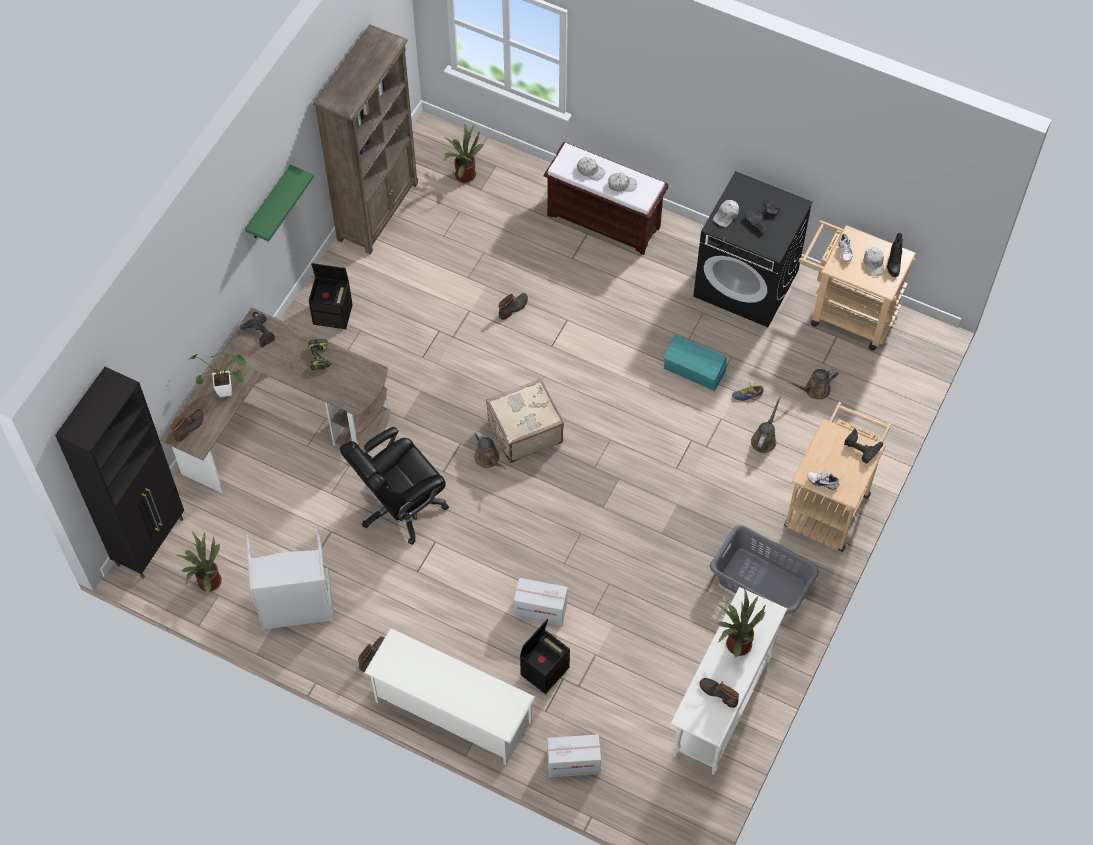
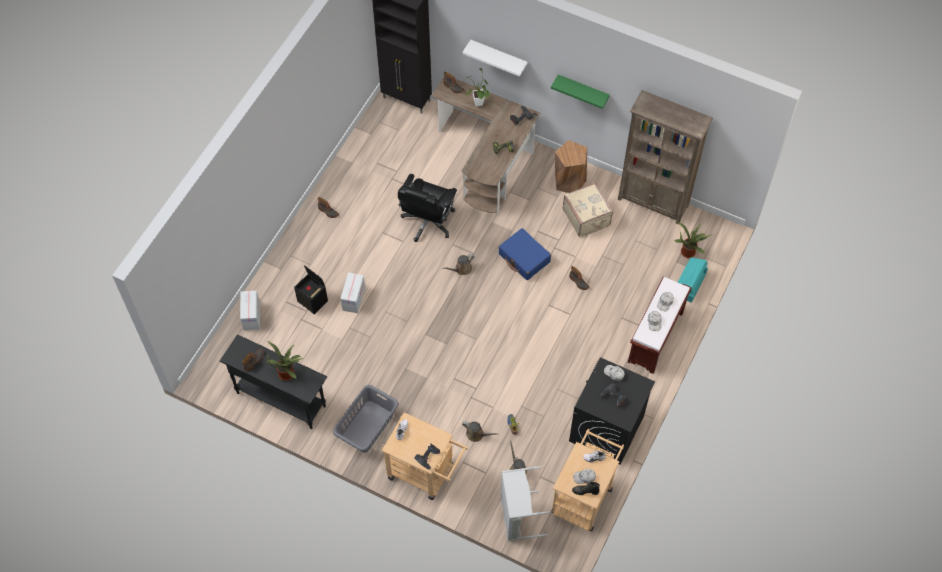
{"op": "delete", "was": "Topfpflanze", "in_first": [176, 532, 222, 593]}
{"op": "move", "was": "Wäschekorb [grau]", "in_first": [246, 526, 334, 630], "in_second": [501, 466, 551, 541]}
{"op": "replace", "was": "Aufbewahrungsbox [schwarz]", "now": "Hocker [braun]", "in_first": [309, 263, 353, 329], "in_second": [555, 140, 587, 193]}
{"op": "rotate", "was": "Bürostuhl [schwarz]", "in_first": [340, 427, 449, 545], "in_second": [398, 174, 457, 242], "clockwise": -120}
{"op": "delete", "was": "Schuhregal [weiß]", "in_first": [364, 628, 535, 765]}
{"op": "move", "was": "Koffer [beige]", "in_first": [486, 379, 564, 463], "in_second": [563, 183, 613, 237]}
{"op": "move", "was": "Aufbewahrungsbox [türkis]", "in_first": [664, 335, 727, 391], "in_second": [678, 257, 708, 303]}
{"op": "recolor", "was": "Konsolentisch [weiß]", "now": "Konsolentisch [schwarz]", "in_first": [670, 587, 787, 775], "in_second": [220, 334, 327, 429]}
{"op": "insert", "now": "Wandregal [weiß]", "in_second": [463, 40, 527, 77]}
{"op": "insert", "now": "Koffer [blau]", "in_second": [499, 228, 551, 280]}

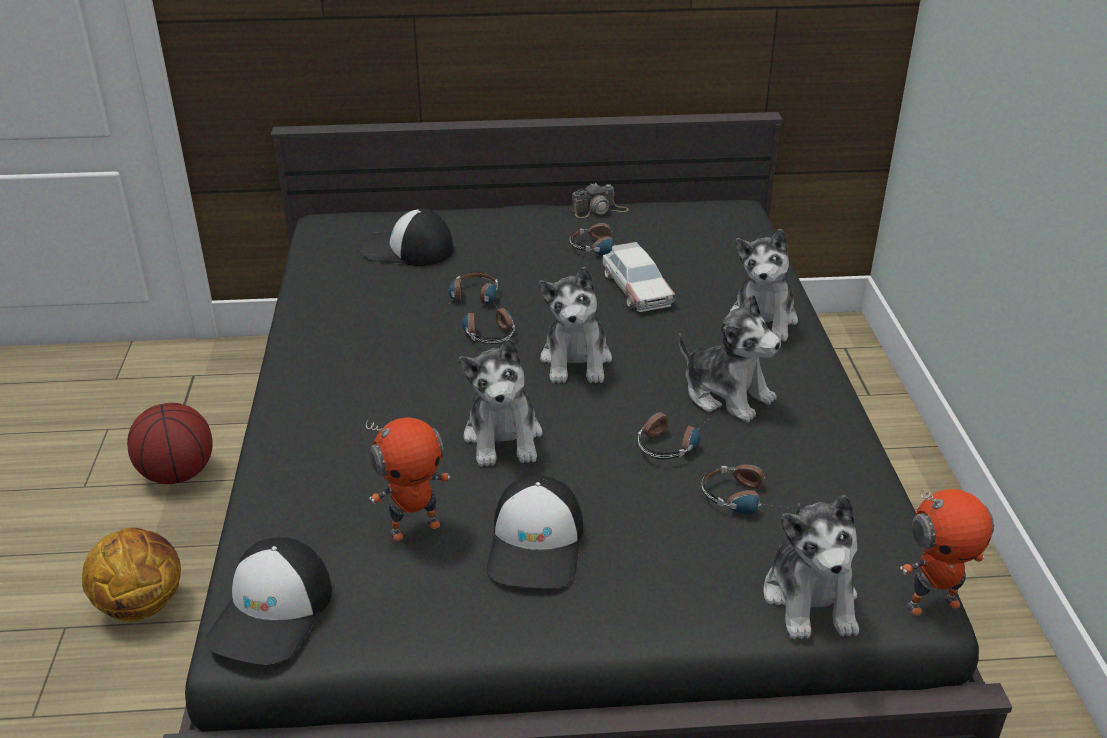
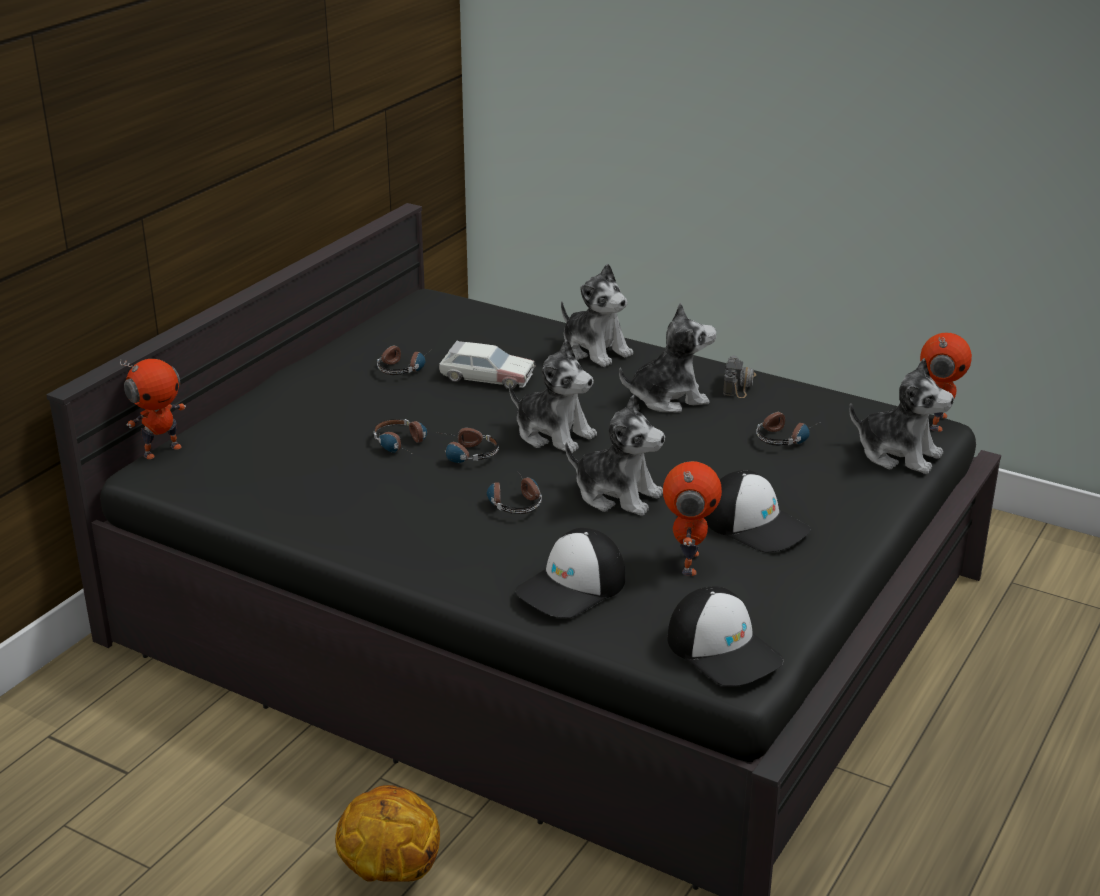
{"op": "delete", "was": "Basketball", "in_first": [127, 403, 213, 484]}
{"op": "move", "was": "Kappe", "in_first": [361, 209, 453, 266], "in_second": [515, 528, 625, 618]}
{"op": "move", "was": "Kamera", "in_first": [572, 183, 629, 218], "in_second": [723, 356, 756, 398]}
{"op": "move", "was": "Kopfhörer", "in_first": [638, 413, 701, 459], "in_second": [487, 472, 542, 514]}
{"op": "insert", "now": "Spielzeugroboter", "in_second": [120, 359, 186, 459]}

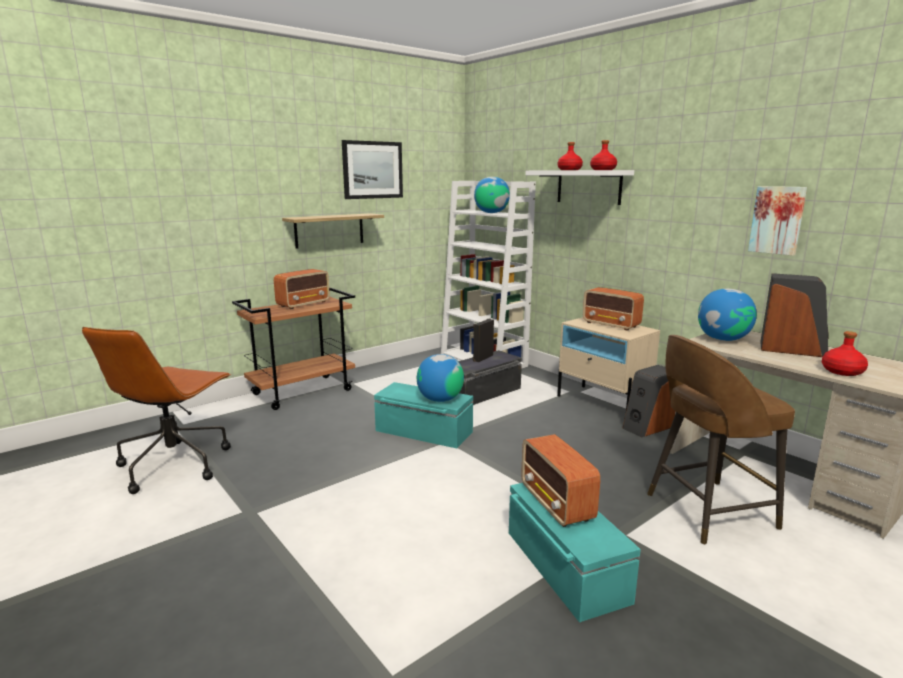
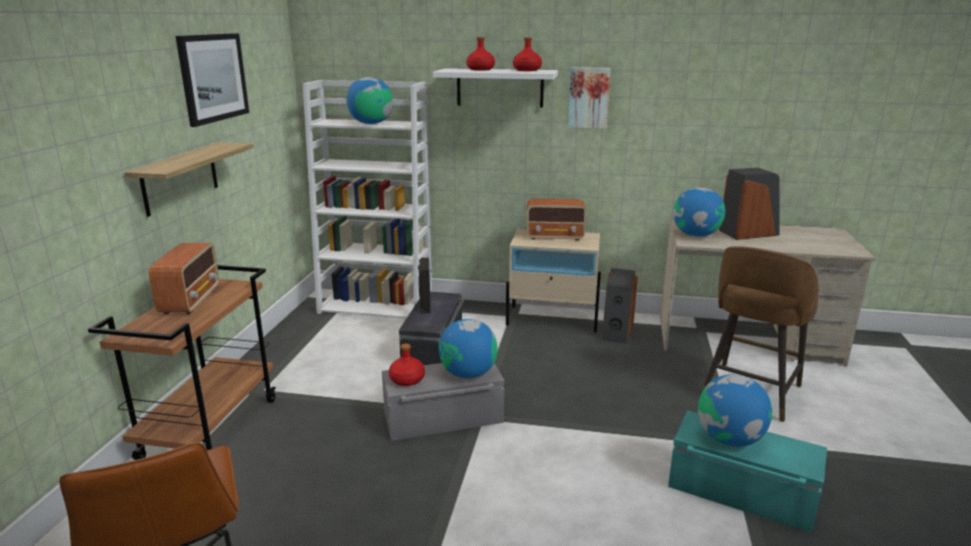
{"op": "recolor", "was": "Aufbewahrungsbox [türkis]", "now": "Aufbewahrungsbox [grau]", "in_first": [374, 382, 473, 448], "in_second": [382, 363, 504, 441]}
{"op": "replace", "was": "Radio", "now": "Globus", "in_first": [521, 434, 600, 527], "in_second": [698, 375, 772, 447]}
{"op": "move", "was": "Bild", "in_first": [748, 186, 807, 256], "in_second": [568, 67, 611, 129]}
{"op": "move", "was": "Flasche [rot]", "in_first": [822, 331, 868, 376], "in_second": [389, 344, 425, 386]}

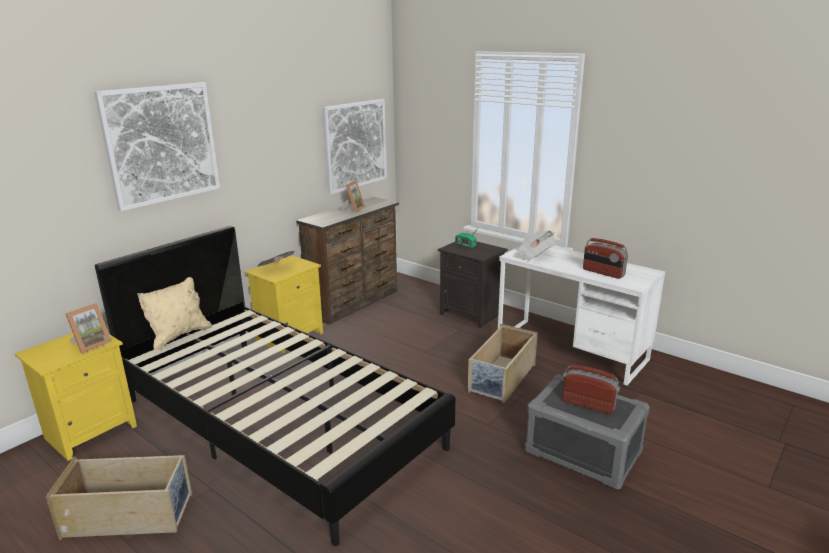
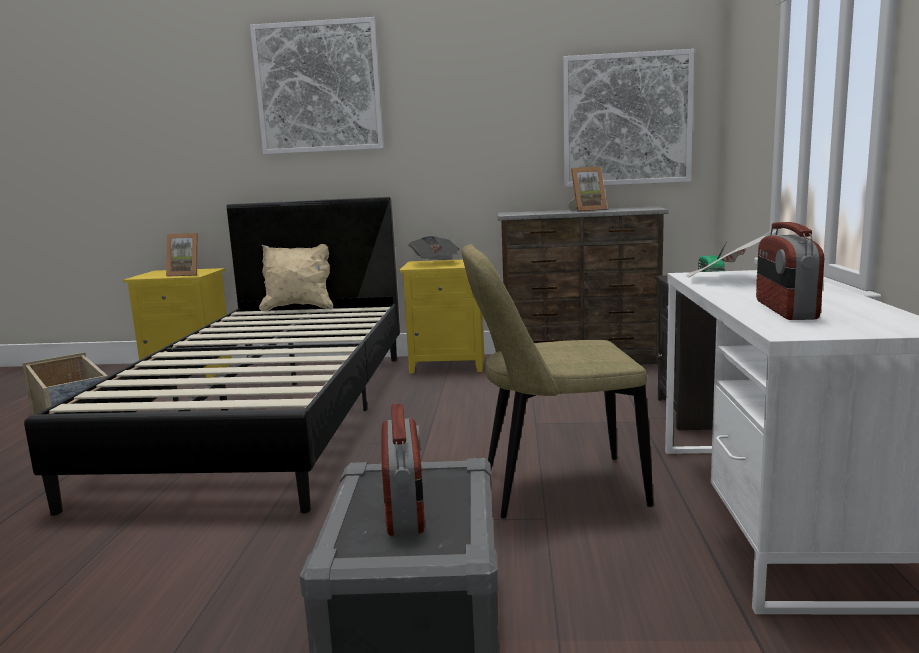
{"op": "replace", "was": "Aufbewahrungsbox [beige]", "now": "Stuhl [beige]", "in_first": [468, 324, 538, 403], "in_second": [462, 244, 653, 518]}

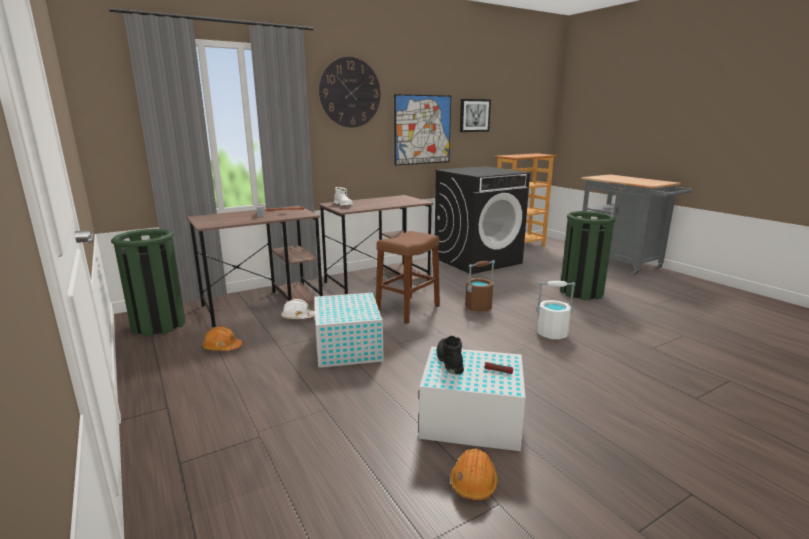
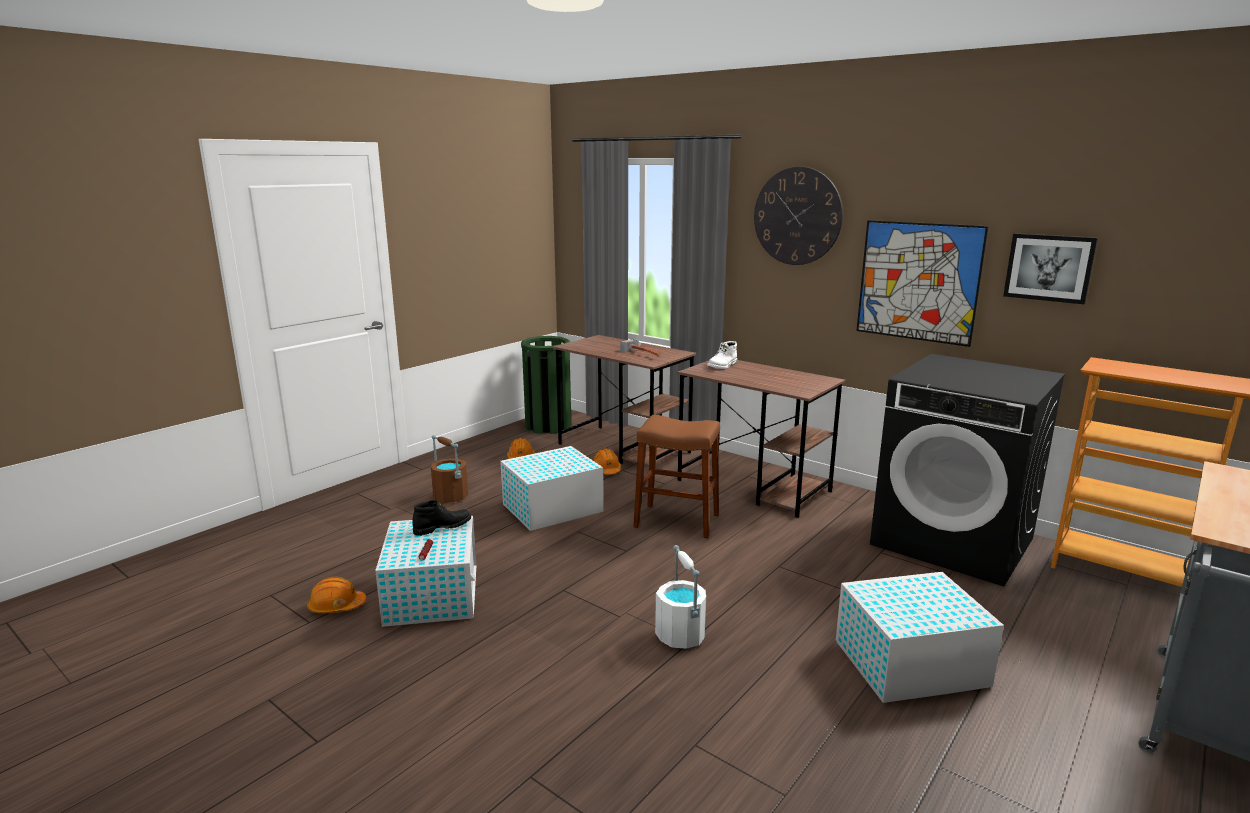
{"op": "recolor", "was": "Schutzhelm [weiß]", "now": "Schutzhelm [orange]", "in_first": [281, 299, 315, 319], "in_second": [593, 448, 621, 474]}
{"op": "move", "was": "Eimer [braun]", "in_first": [465, 260, 495, 312], "in_second": [431, 435, 468, 503]}
{"op": "replace", "was": "Mülleimer [grün]", "now": "Aufbewahrungsbox [weiß]", "in_first": [560, 211, 615, 300], "in_second": [836, 572, 1004, 703]}

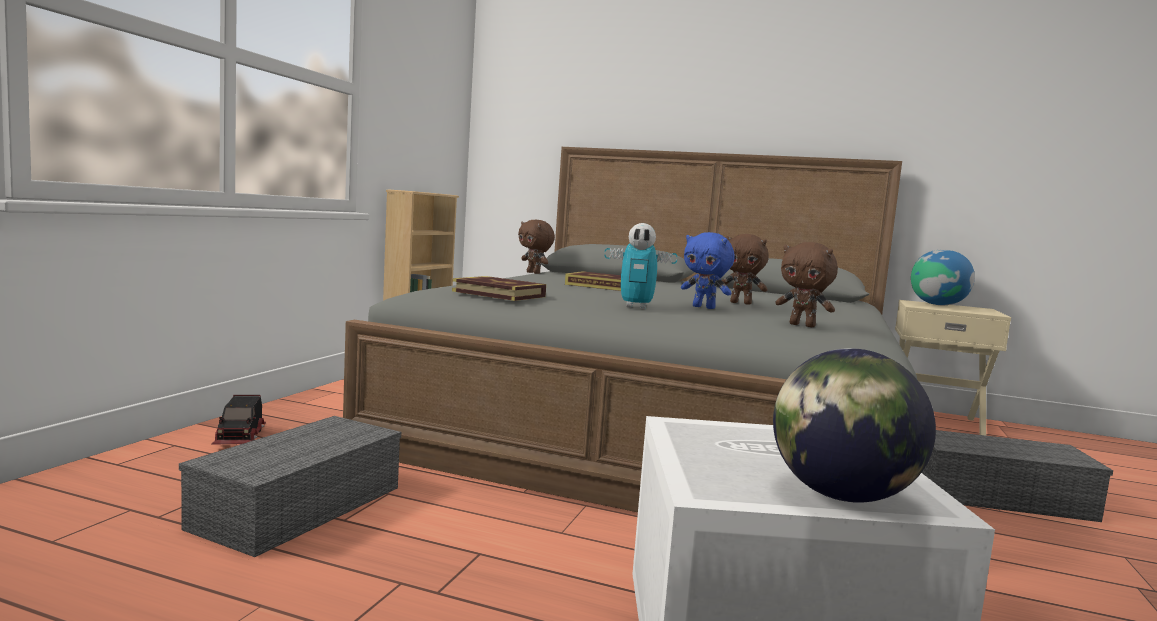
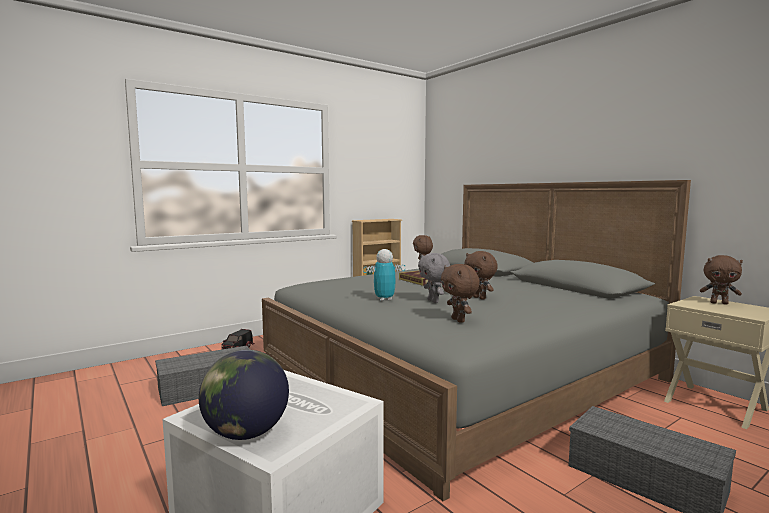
{"op": "delete", "was": "Buch", "in_first": [452, 276, 546, 301]}
{"op": "rotate", "was": "Spielzeugroboter", "in_first": [605, 223, 677, 309], "in_second": [363, 249, 405, 301], "clockwise": 120}
{"op": "recolor", "was": "Plüschtier [blau]", "now": "Plüschtier [grau]", "in_first": [681, 232, 735, 309], "in_second": [418, 253, 450, 303]}
{"op": "replace", "was": "Globus", "now": "Plüschtier [braun]", "in_first": [911, 250, 975, 305], "in_second": [700, 255, 743, 305]}

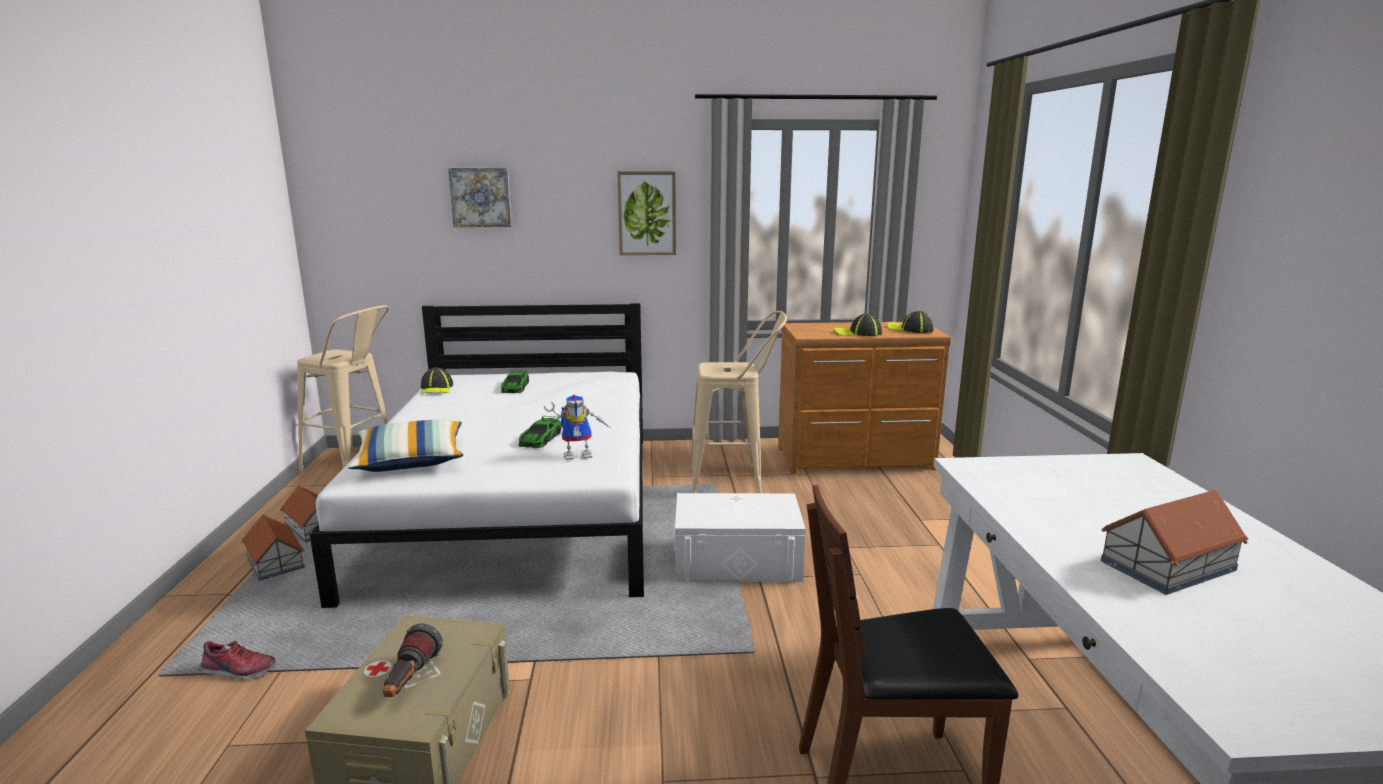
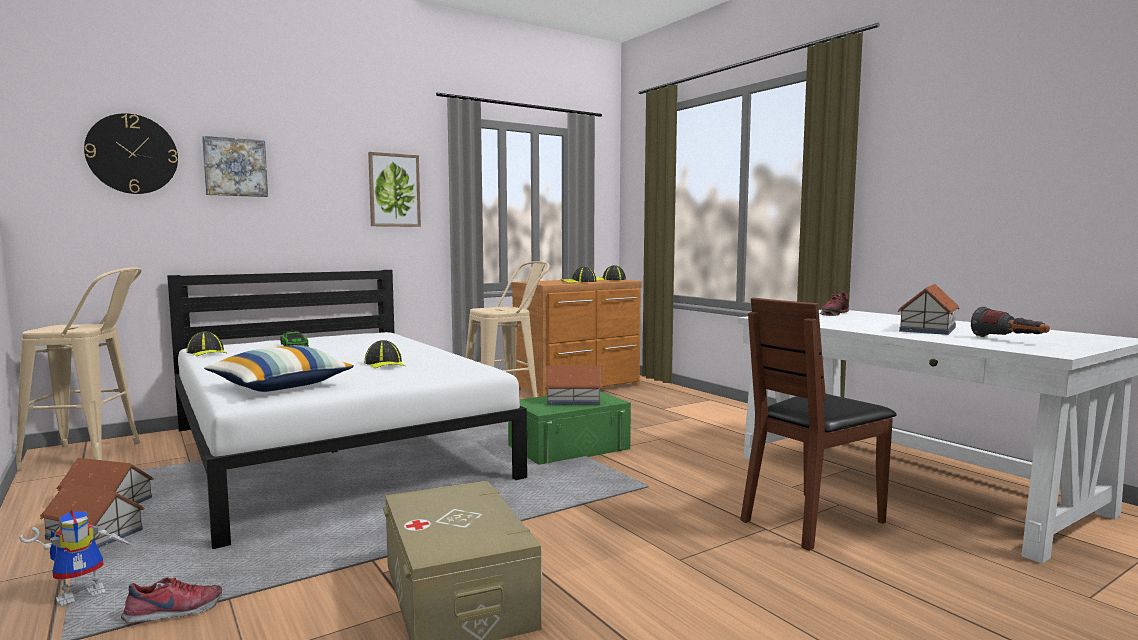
{"op": "move", "was": "Taschenlampe", "in_first": [383, 623, 443, 697], "in_second": [971, 307, 1050, 337]}
{"op": "replace", "was": "Spielzeugauto", "now": "Kappe", "in_first": [518, 415, 562, 448], "in_second": [365, 340, 405, 368]}
{"op": "move", "was": "Spielzeugroboter", "in_first": [544, 395, 612, 460], "in_second": [19, 510, 134, 607]}
{"op": "recolor", "was": "Aufbewahrungsbox [weiß]", "now": "Aufbewahrungsbox [grün]", "in_first": [674, 493, 805, 582], "in_second": [508, 391, 631, 465]}
{"op": "insert", "now": "Wanduhr", "in_second": [84, 113, 178, 194]}
{"op": "insert", "now": "Spielzeughaus", "in_second": [545, 365, 602, 405]}
{"op": "insert", "now": "Schuh", "in_second": [820, 291, 849, 316]}

